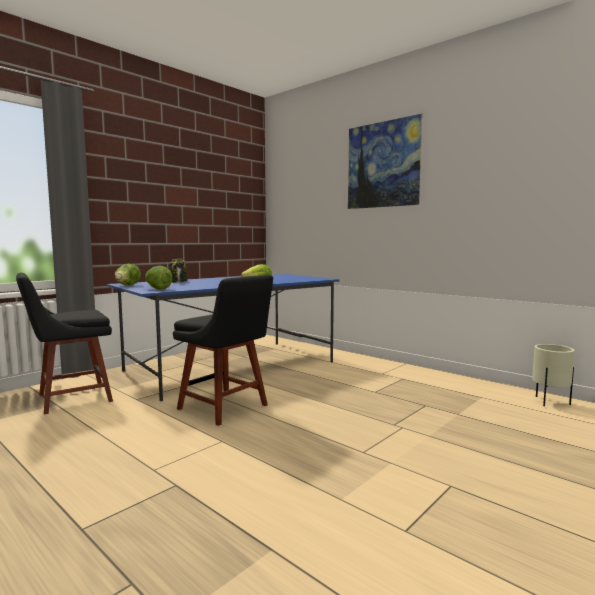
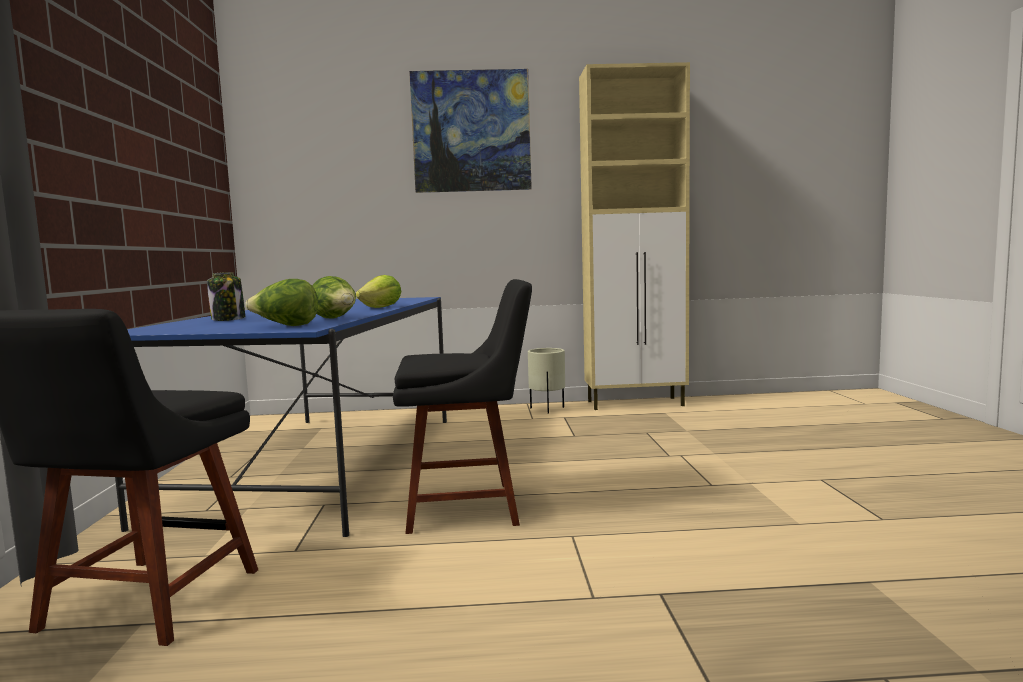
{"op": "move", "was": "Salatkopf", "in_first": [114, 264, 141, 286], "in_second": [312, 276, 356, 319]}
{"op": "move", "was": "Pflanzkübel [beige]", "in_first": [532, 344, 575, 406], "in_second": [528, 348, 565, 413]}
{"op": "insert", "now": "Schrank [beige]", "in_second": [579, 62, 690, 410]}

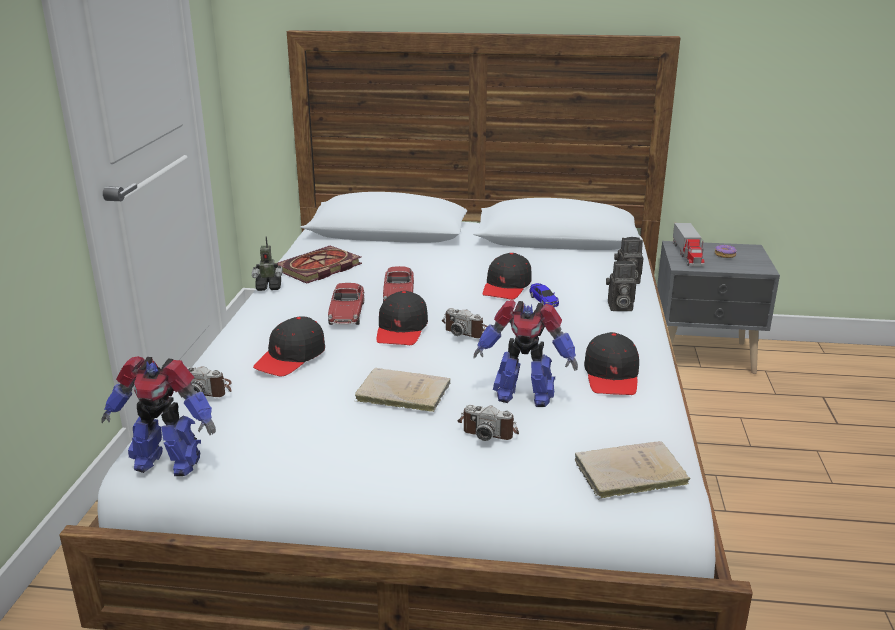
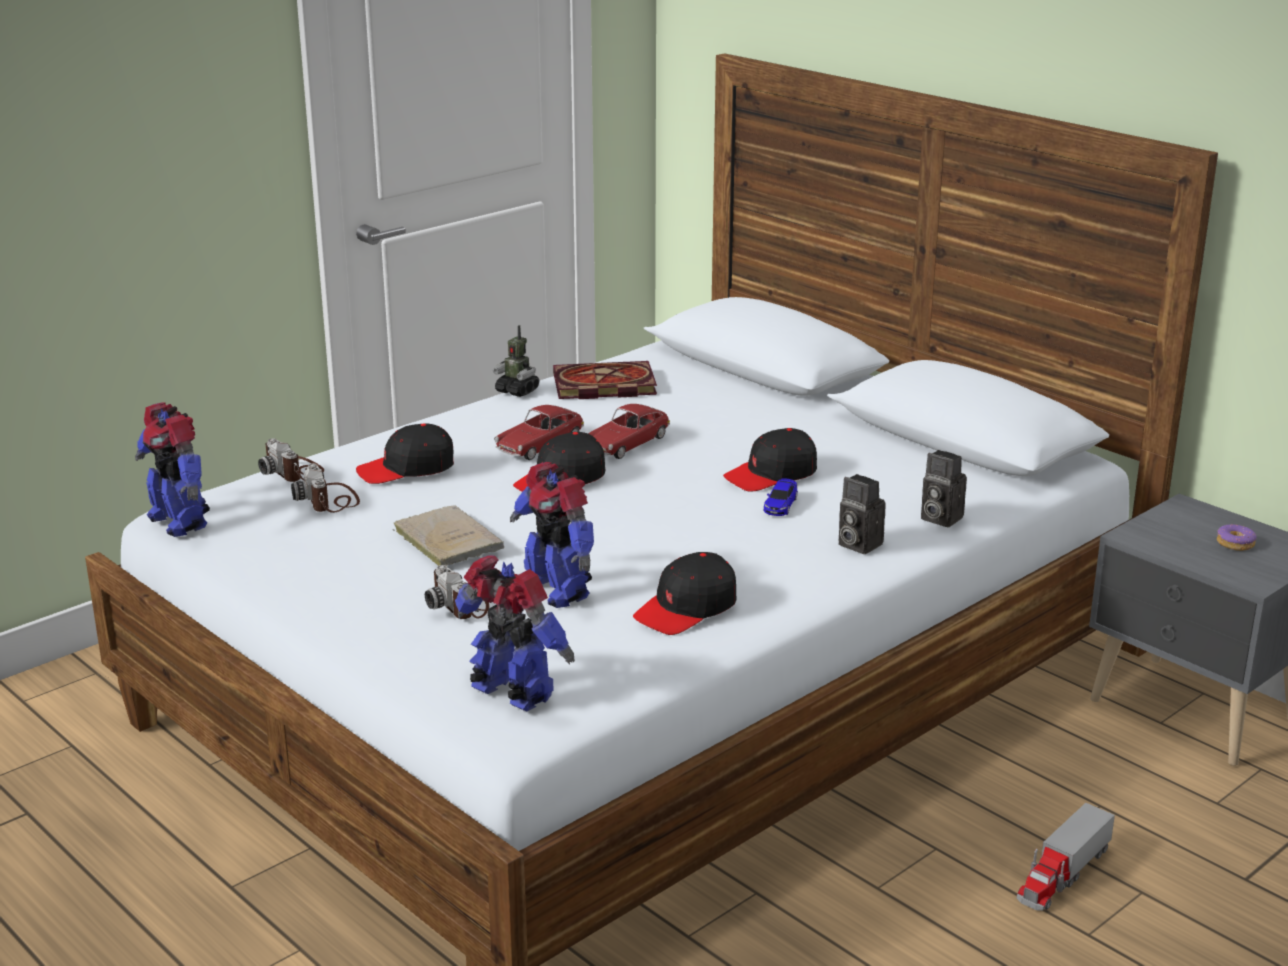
{"op": "move", "was": "Kamera", "in_first": [442, 308, 487, 338], "in_second": [291, 463, 360, 513]}
{"op": "replace", "was": "Buch [beige]", "now": "Spielzeugroboter", "in_first": [575, 441, 691, 499], "in_second": [455, 556, 575, 712]}
{"op": "move", "was": "Spielzeuglaster", "in_first": [673, 223, 705, 267], "in_second": [1017, 803, 1115, 911]}

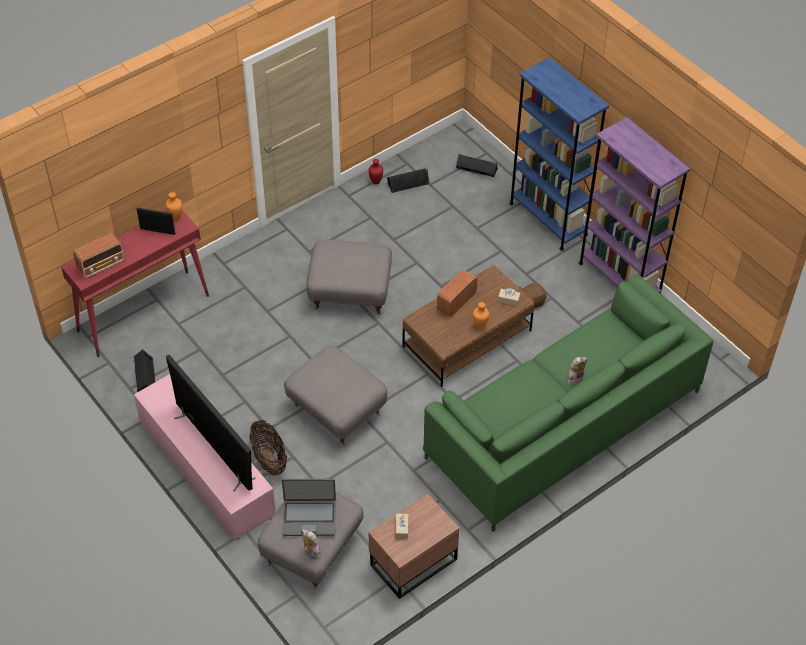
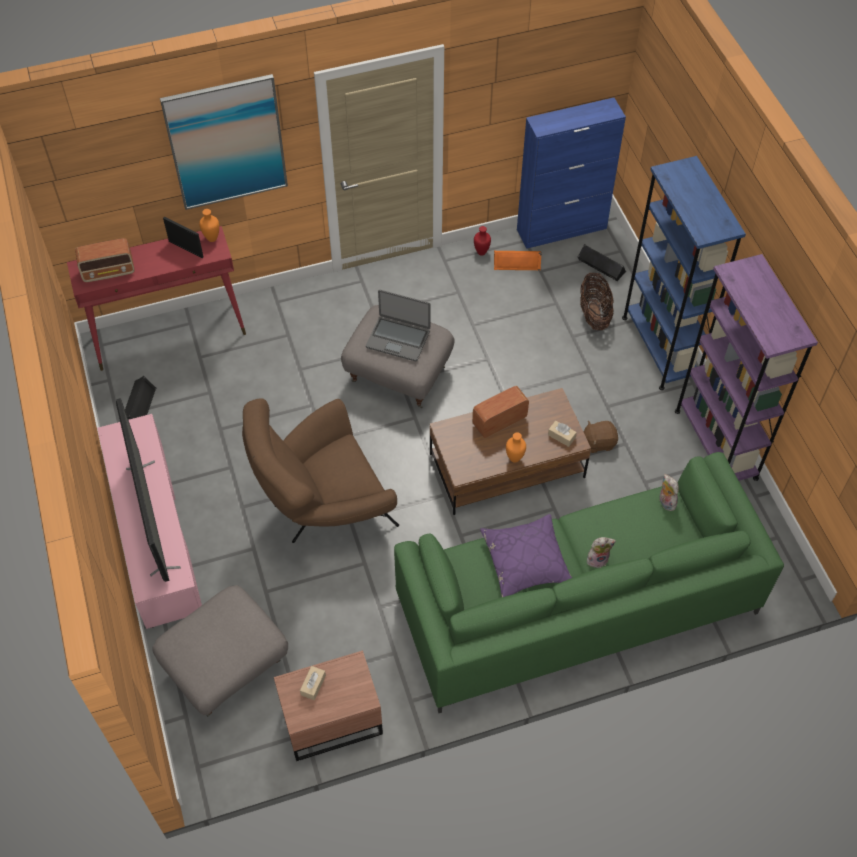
{"op": "move", "was": "Korb", "in_first": [250, 420, 287, 475], "in_second": [580, 272, 614, 330]}
{"op": "move", "was": "Laptop", "in_first": [282, 479, 336, 536], "in_second": [366, 290, 430, 361]}
{"op": "replace", "was": "Polsterhocker [grau]", "now": "Sessel [braun]", "in_first": [284, 346, 388, 445], "in_second": [242, 398, 399, 543]}
{"op": "move", "was": "Plüschtier", "in_first": [302, 529, 322, 560], "in_second": [659, 474, 679, 511]}
{"op": "recolor", "was": "Lautsprecher [schwarz]", "now": "Lautsprecher [orange]", "in_first": [387, 169, 430, 193], "in_second": [494, 250, 542, 271]}
{"op": "insert", "now": "Bild", "in_second": [160, 74, 288, 210]}
{"op": "insert", "now": "Kissen [lila]", "in_second": [480, 514, 572, 597]}
{"op": "insert", "now": "Schrank [blau]", "in_second": [517, 98, 626, 249]}

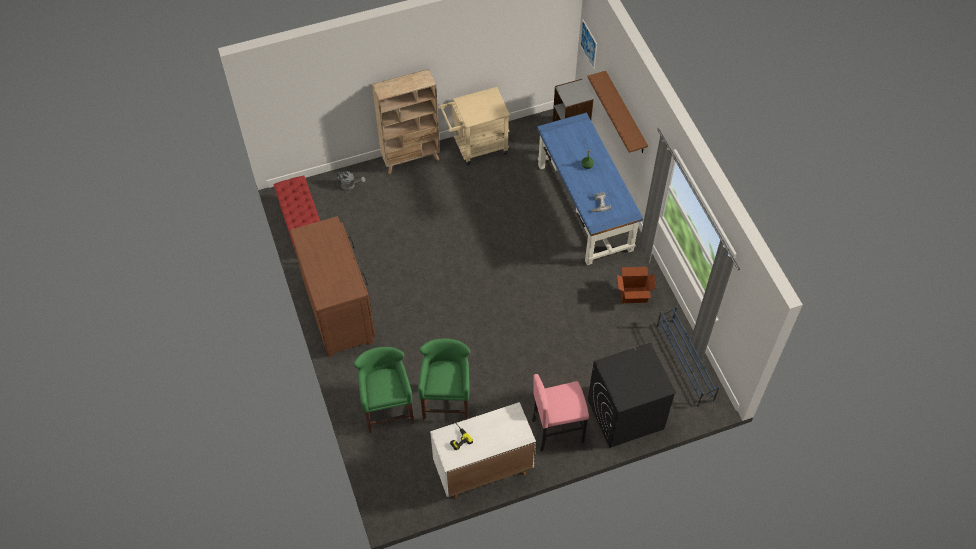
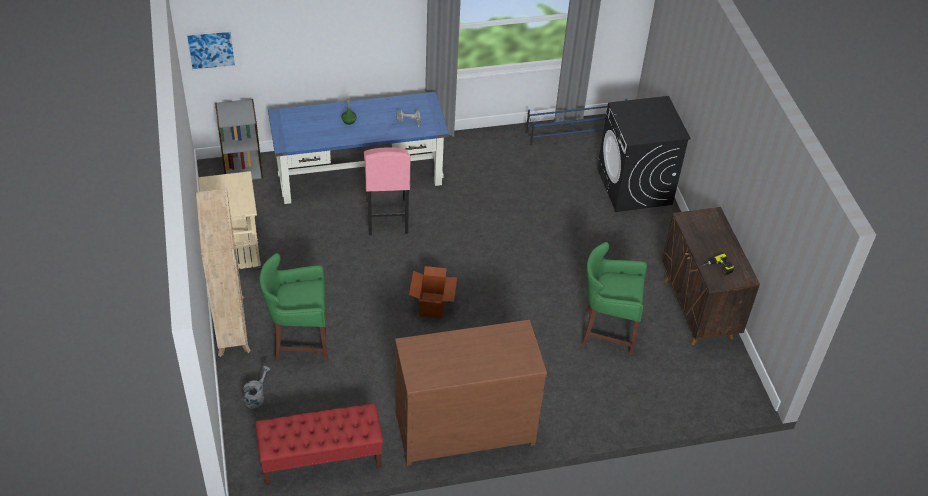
{"op": "move", "was": "Hocker [grün]", "in_first": [354, 347, 414, 433], "in_second": [259, 253, 328, 361]}
{"op": "recolor", "was": "Schrank [weiß]", "now": "Schrank [braun]", "in_first": [430, 402, 536, 499], "in_second": [661, 207, 760, 345]}
{"op": "move", "was": "Hocker [rosa]", "in_first": [532, 374, 589, 451], "in_second": [364, 147, 411, 235]}
{"op": "delete", "was": "Wandregal [braun]", "in_first": [587, 71, 648, 153]}
{"op": "move", "was": "Karton", "in_first": [617, 267, 656, 303], "in_second": [409, 266, 457, 319]}

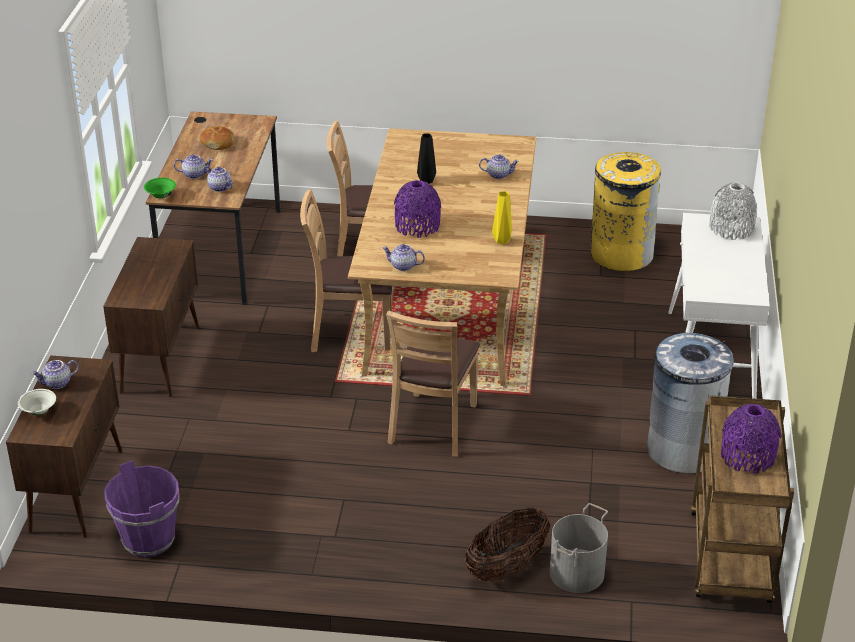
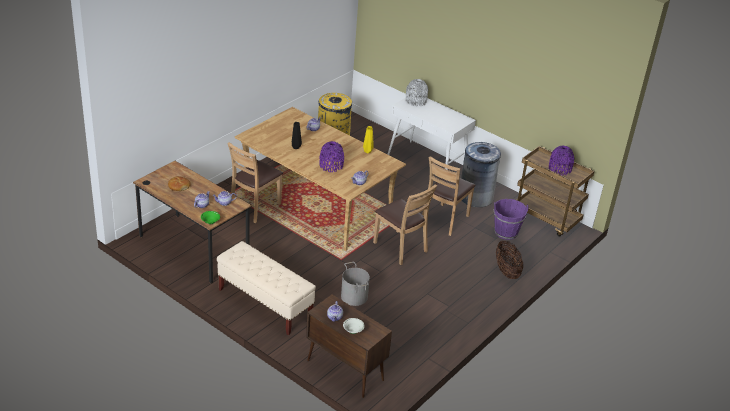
{"op": "replace", "was": "Schrank [braun]", "now": "Bank [beige]", "in_first": [103, 237, 199, 397], "in_second": [217, 241, 316, 335]}
{"op": "move", "was": "Eimer [lila]", "in_first": [104, 460, 179, 557], "in_second": [494, 199, 529, 240]}
{"op": "move", "was": "Stuhl [braun]", "in_first": [300, 190, 392, 352], "in_second": [422, 156, 476, 236]}
{"op": "move", "was": "Eimer [grau]", "in_first": [550, 503, 608, 593], "in_second": [341, 262, 370, 306]}

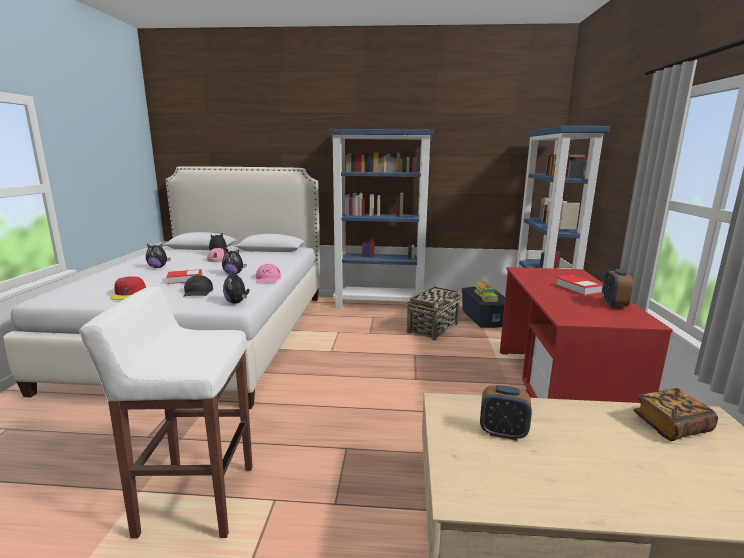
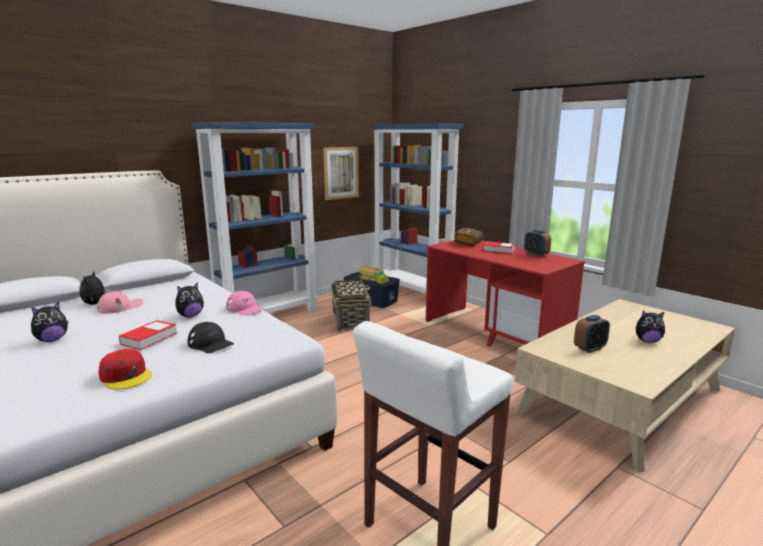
{"op": "move", "was": "Plüschtier", "in_first": [223, 271, 249, 304], "in_second": [636, 311, 665, 343]}
{"op": "move", "was": "Buch", "in_first": [633, 388, 718, 441], "in_second": [454, 228, 483, 246]}
{"op": "insert", "now": "Bild", "in_second": [323, 147, 359, 200]}

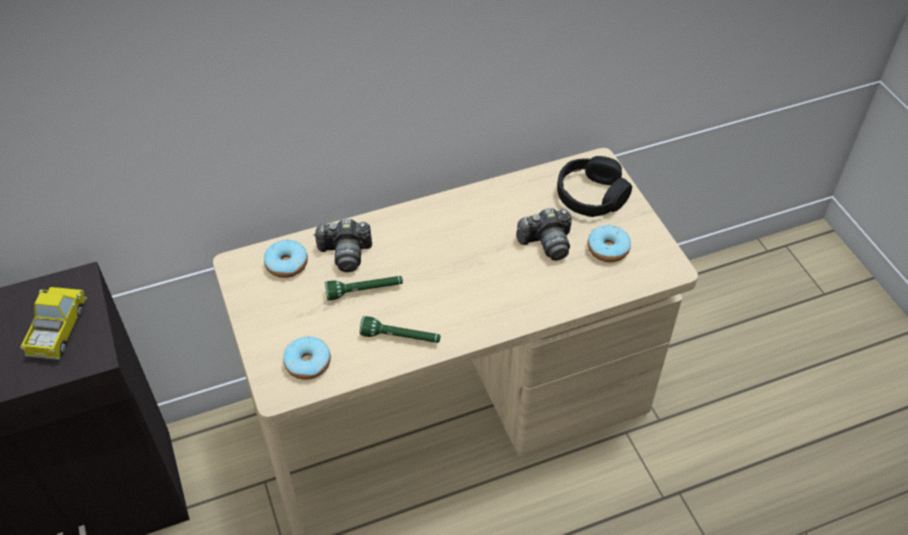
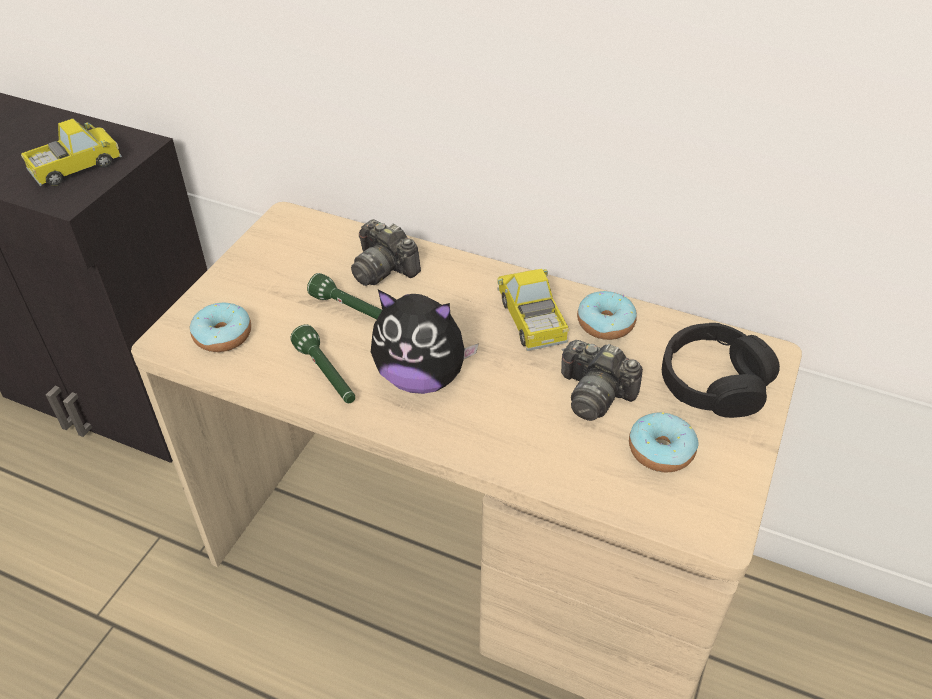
{"op": "move", "was": "Donut", "in_first": [264, 240, 308, 278], "in_second": [577, 291, 637, 340]}
{"op": "insert", "now": "Plüschtier", "in_second": [371, 290, 479, 394]}
{"op": "insert", "now": "Spielzeuglaster", "in_second": [497, 269, 569, 351]}

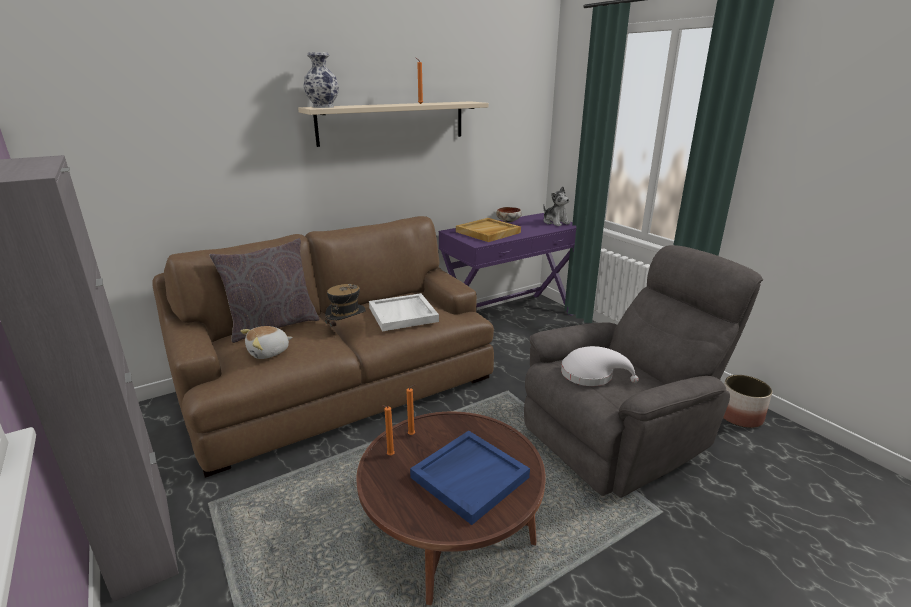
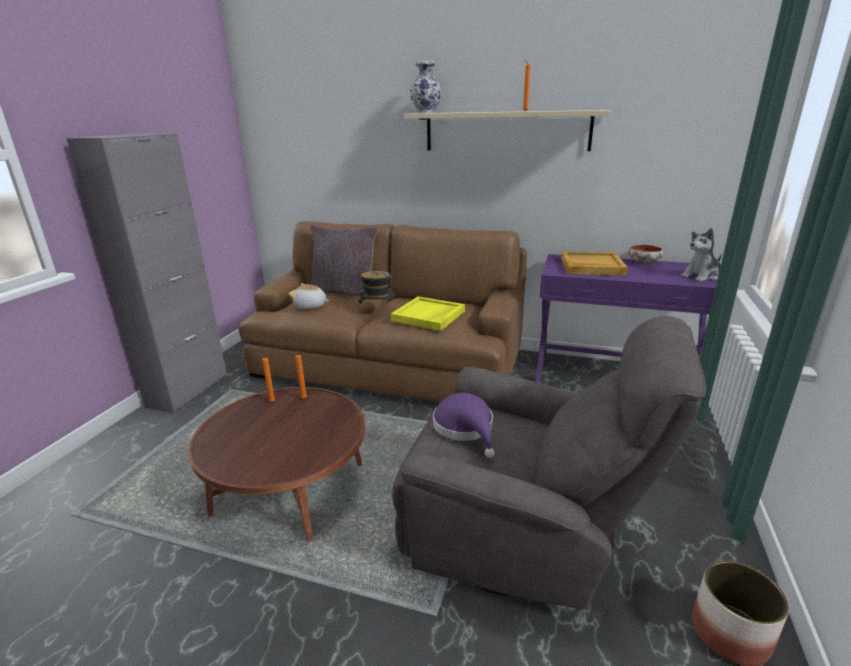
{"op": "recolor", "was": "Tablett [weiß]", "now": "Tablett [gelb]", "in_first": [369, 293, 439, 331], "in_second": [391, 296, 465, 331]}
{"op": "delete", "was": "Tablett [blau]", "in_first": [410, 431, 530, 525]}
{"op": "rotate", "was": "Plüschtier", "in_first": [543, 186, 570, 226], "in_second": [681, 228, 722, 282], "clockwise": 45}
{"op": "recolor", "was": "Hut [weiß]", "now": "Hut [lila]", "in_first": [561, 346, 639, 386], "in_second": [433, 393, 495, 458]}

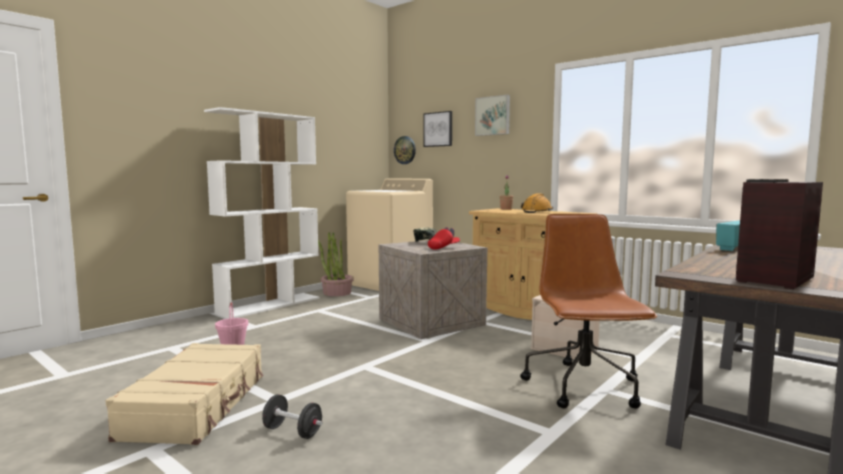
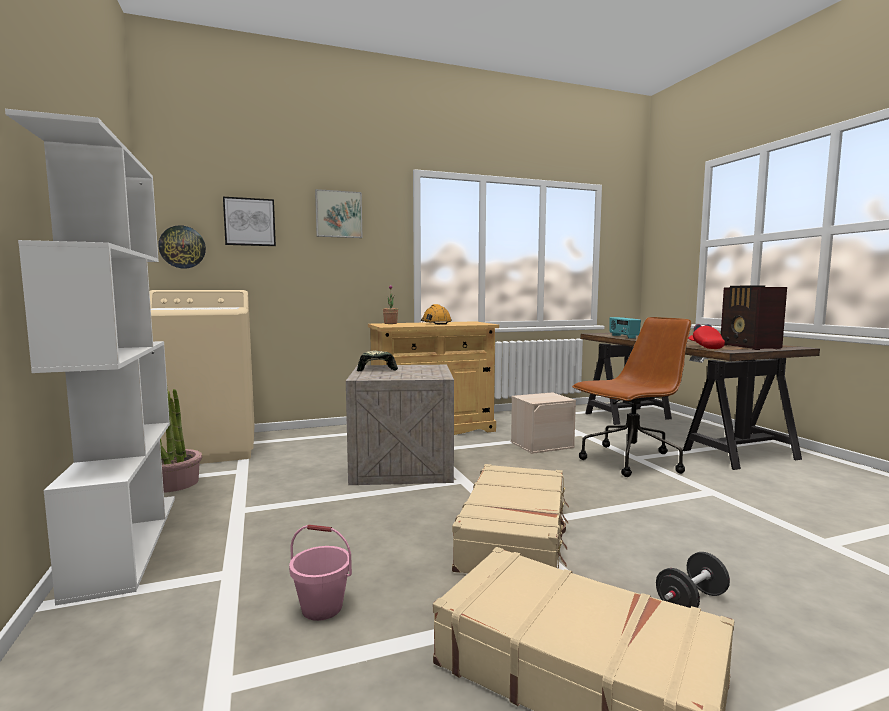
{"op": "move", "was": "Kappe [rot]", "in_first": [428, 227, 460, 249], "in_second": [688, 324, 725, 349]}
{"op": "rotate", "was": "Bürostuhl [braun]", "in_first": [520, 214, 657, 409], "in_second": [572, 317, 691, 477], "clockwise": 120}
{"op": "insert", "now": "Koffer [beige]", "in_second": [452, 464, 569, 573]}

